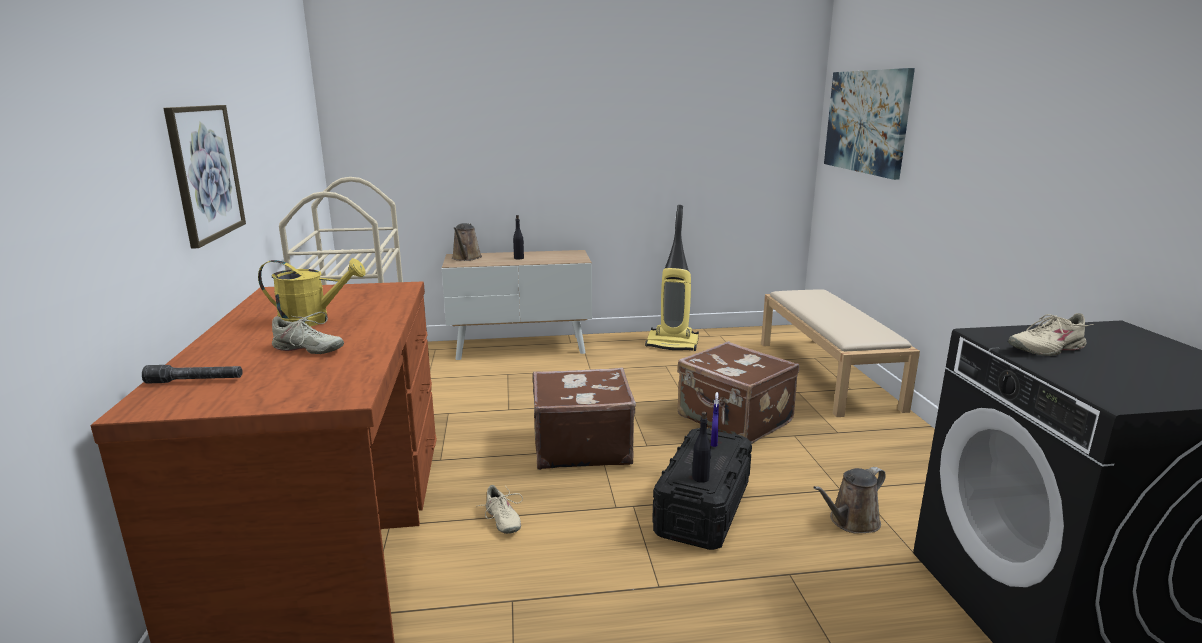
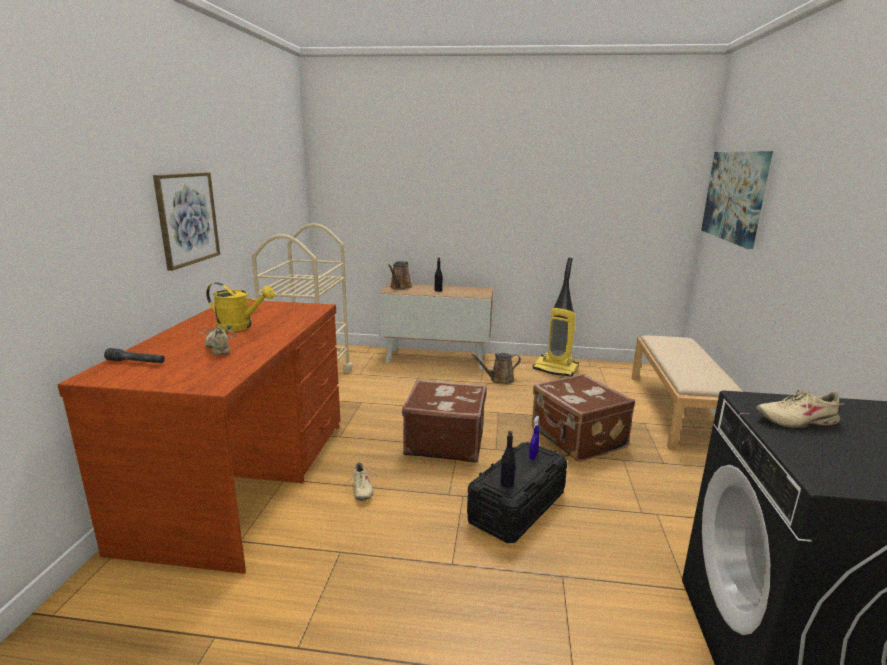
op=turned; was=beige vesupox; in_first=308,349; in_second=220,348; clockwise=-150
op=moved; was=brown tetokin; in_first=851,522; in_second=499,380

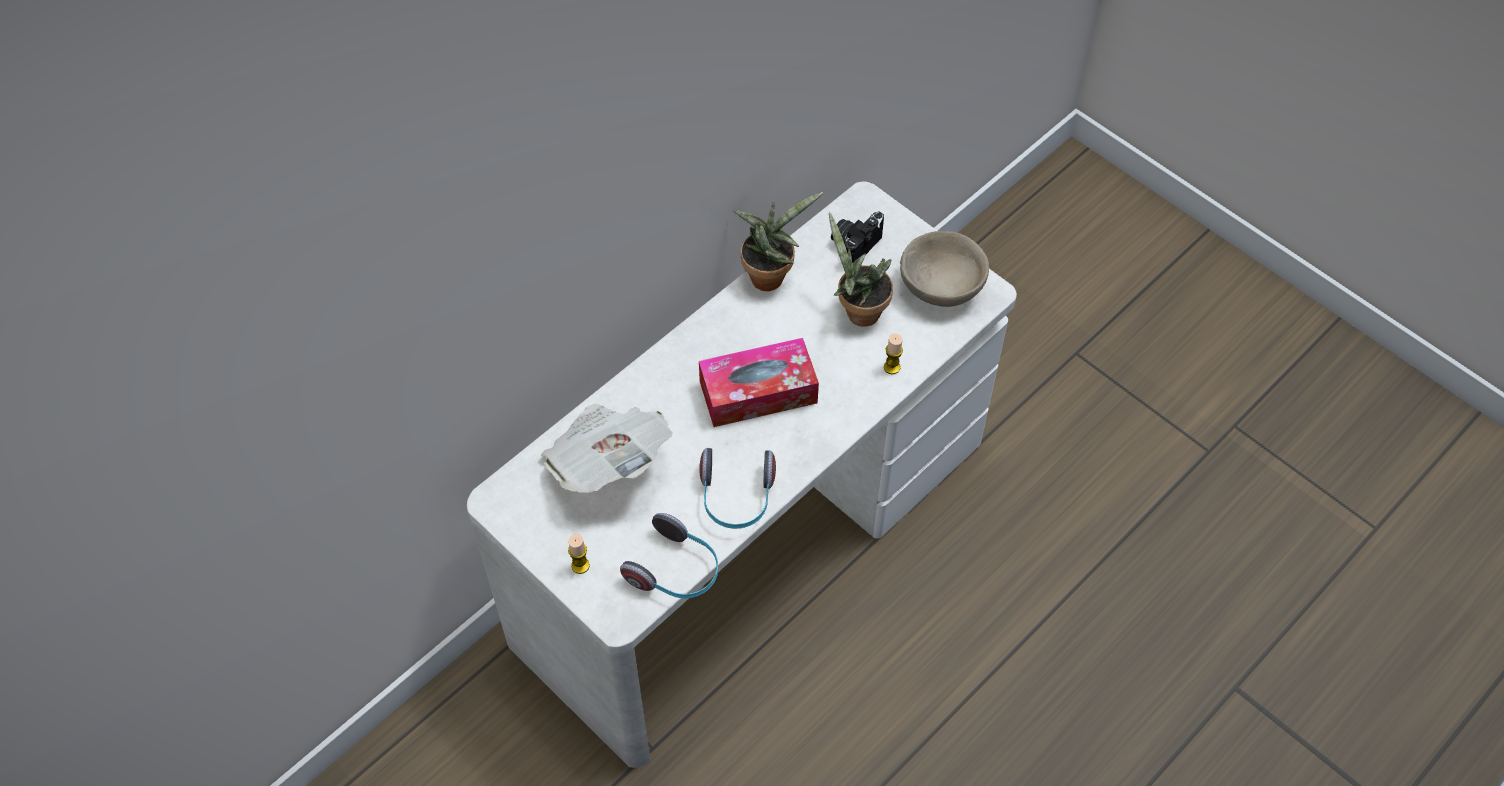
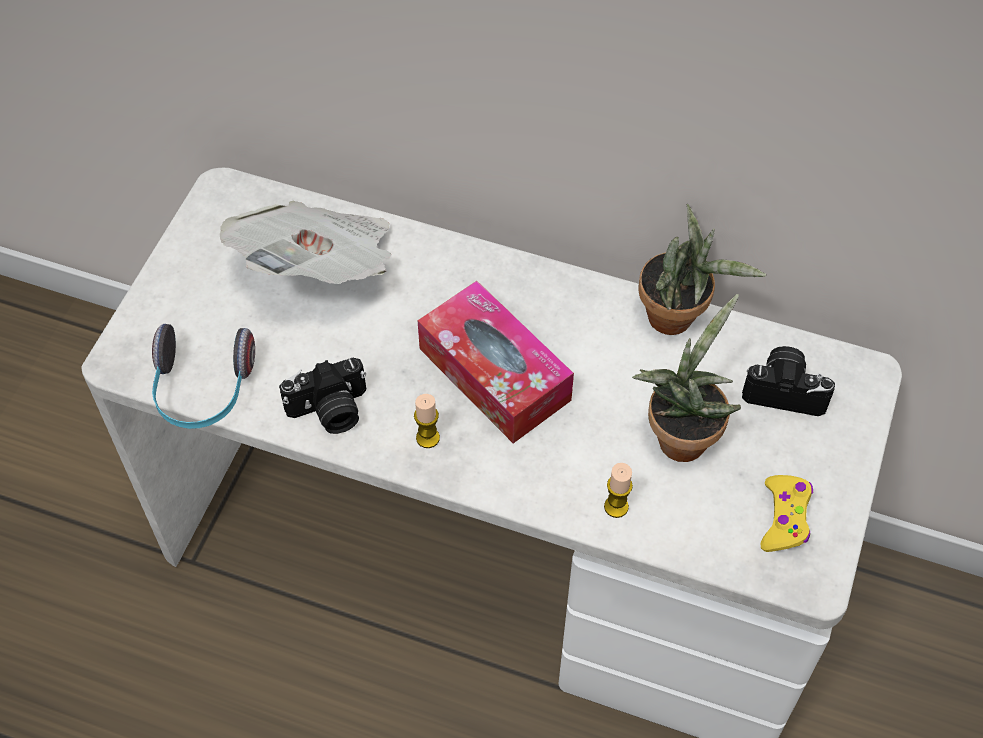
op=replaced; was=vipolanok; now=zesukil; in_first=736,498; in_second=330,411
op=moved; was=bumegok; in_first=580,565; in_second=427,438
op=replaced; was=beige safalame; now=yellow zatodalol; in_first=942,286; in_second=785,518

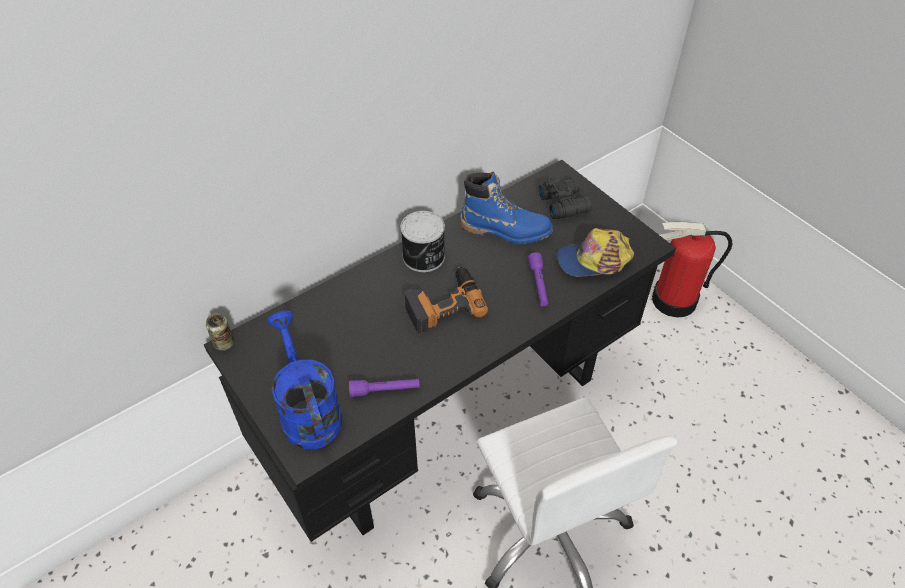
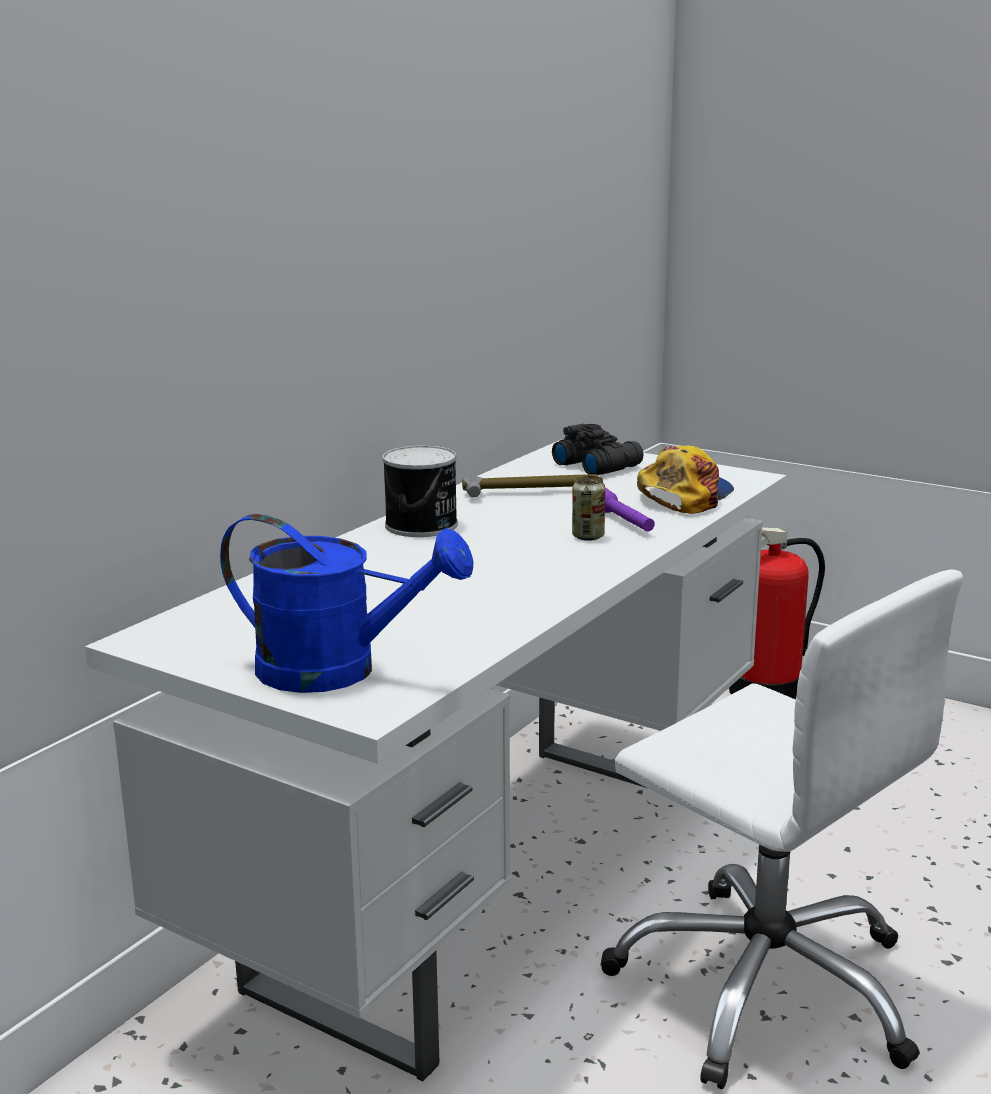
op=recoloured; was=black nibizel; now=white nibizel; in_first=452,412; in_second=496,880
op=turned; was=blue tetokin; in_first=307,411; in_second=338,671; clockwise=150
op=replaced; was=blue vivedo; now=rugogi; in_first=505,230; in_second=530,492
op=moved; was=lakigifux; in_first=224,343; in_second=588,536
op=turned; was=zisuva; in_first=594,260; in_second=684,496; clockwise=150
op=removed; was=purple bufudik; in_first=385,390
op=removed; was=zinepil; in_first=443,304

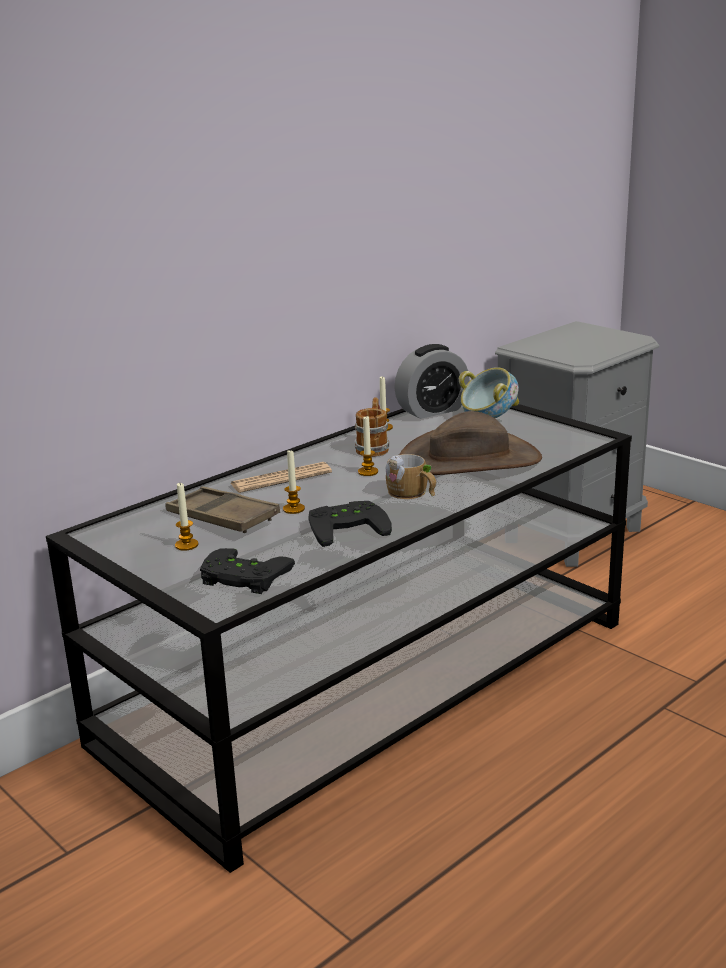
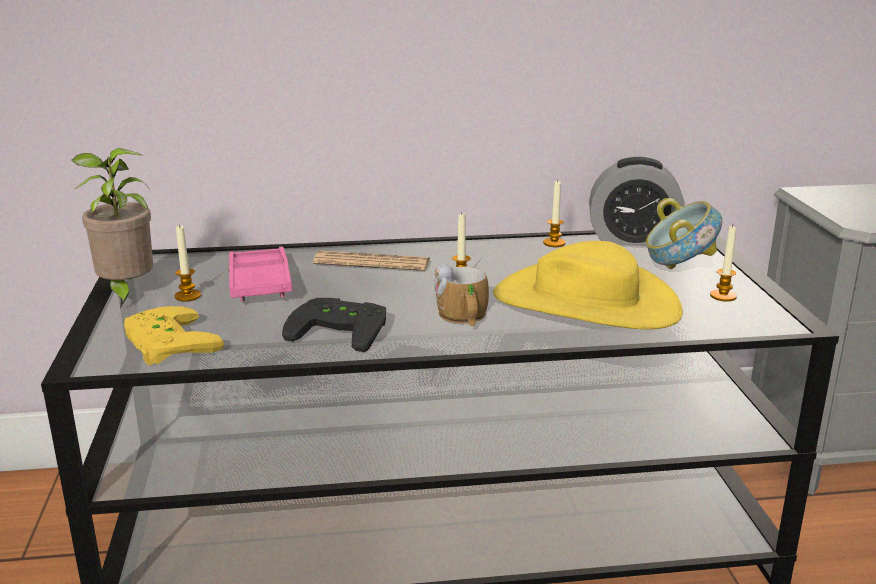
op=added; now=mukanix; in_second=126,293
op=recoloured; was=black zatodalol; now=yellow zatodalol; in_first=242,578; in_second=164,343
op=recoloured; was=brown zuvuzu; now=pink zuvuzu; in_first=222,518; in_second=259,282
op=recoloured; was=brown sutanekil; now=yellow sutanekil; in_first=469,460; in_second=586,302
op=moved; was=bumegok; in_first=293,509; in_second=723,296
op=removed; was=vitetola; in_first=373,448

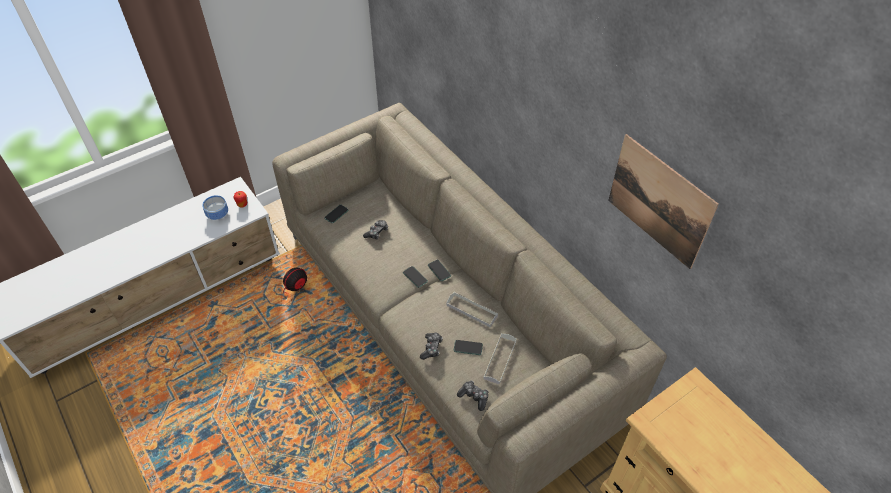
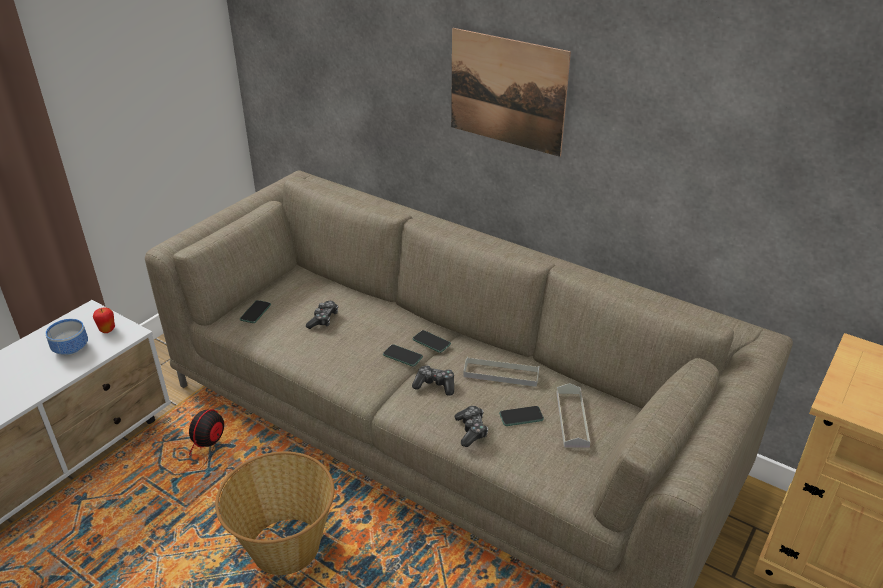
op=added; now=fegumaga; in_second=284,547
op=moved; was=zatodalol; in_first=474,397; in_second=435,385
op=moved; was=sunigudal; in_first=659,201; in_second=507,91

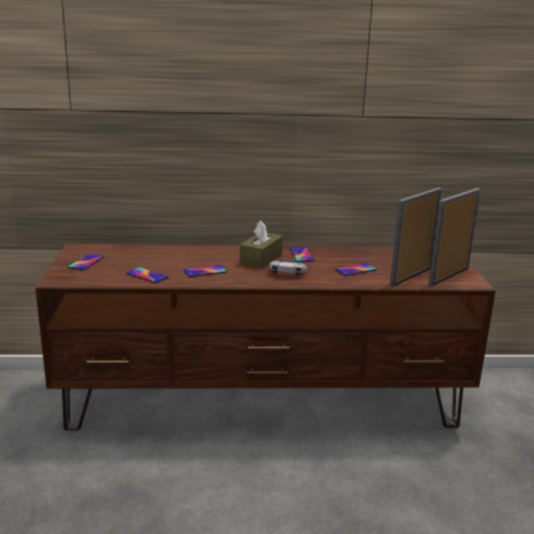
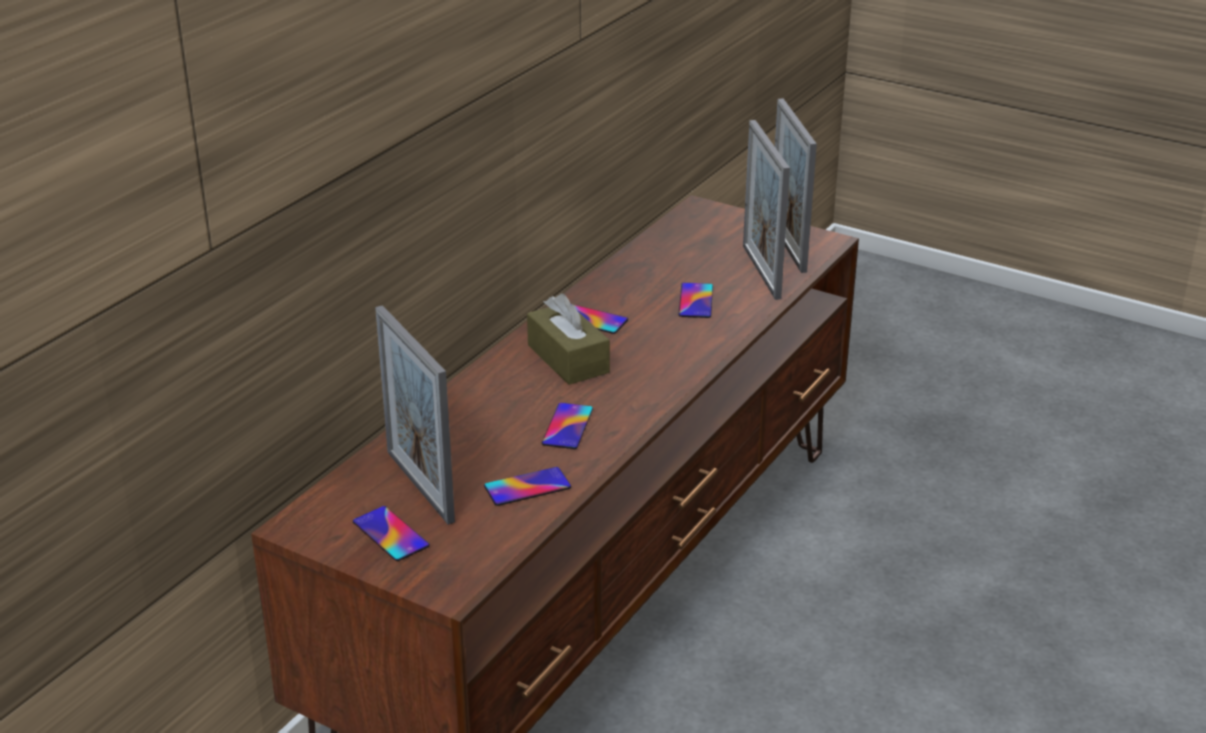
op=added; now=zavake; in_second=420,486
op=removed; was=zatodalol; in_first=287,273

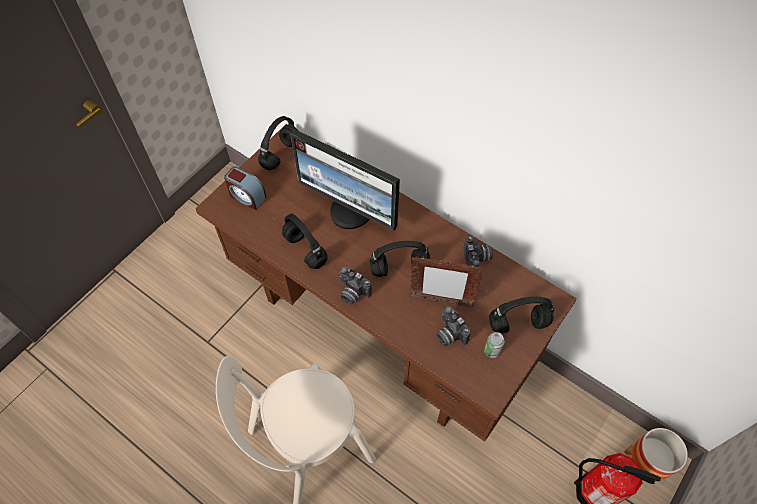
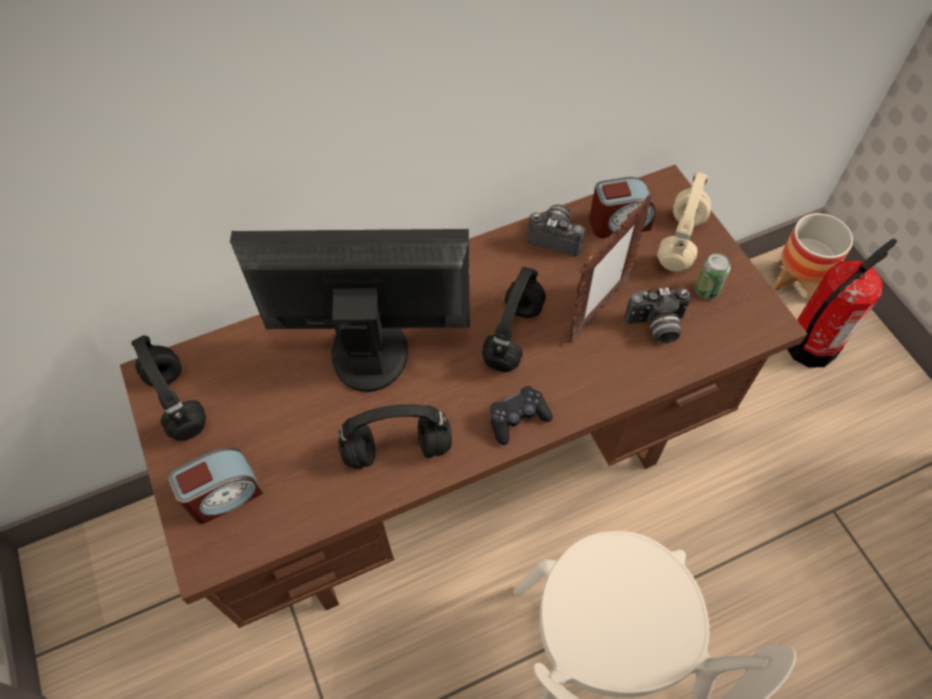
op=turned; was=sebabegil; in_first=351,211; in_second=368,349; clockwise=-150
op=replaced; was=zesukil; now=black zatodalol; in_first=352,292; in_second=517,418
op=added; now=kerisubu; in_second=619,223
op=recoloured; was=black vipolanok; now=beige vipolanok; in_first=517,324; in_second=680,242

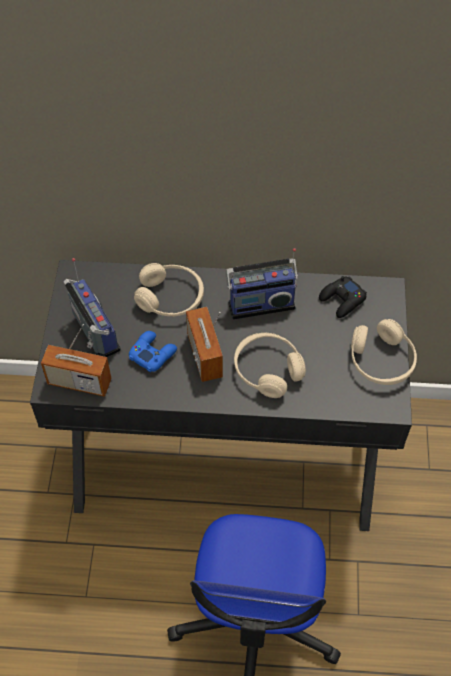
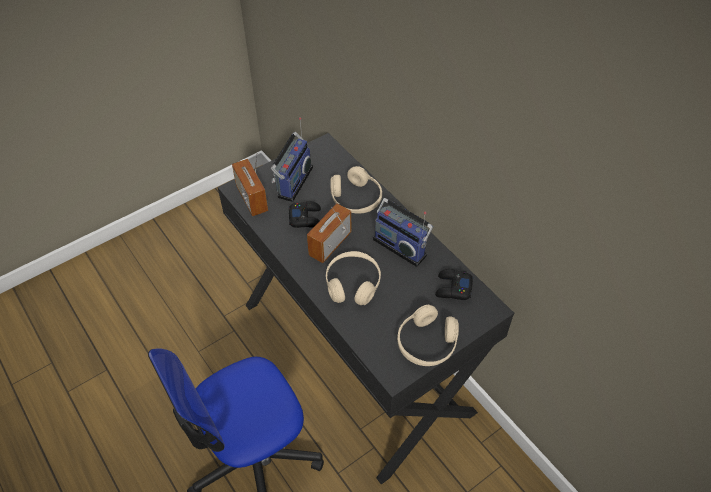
op=recoloured; was=blue zatodalol; now=black zatodalol; in_first=152,353; in_second=306,218

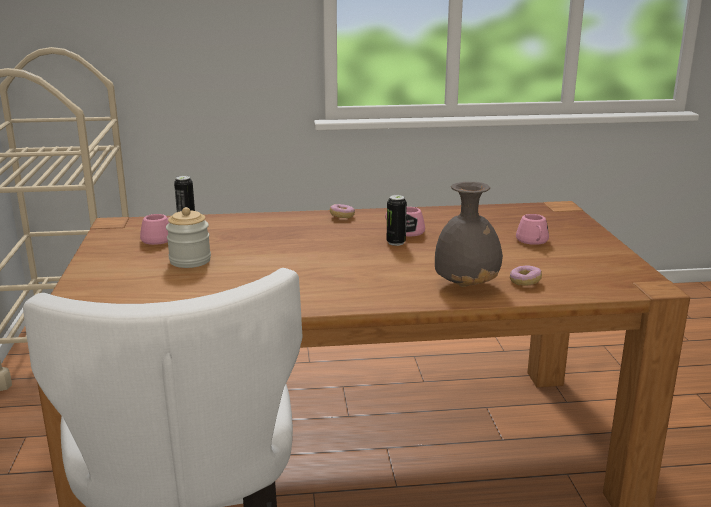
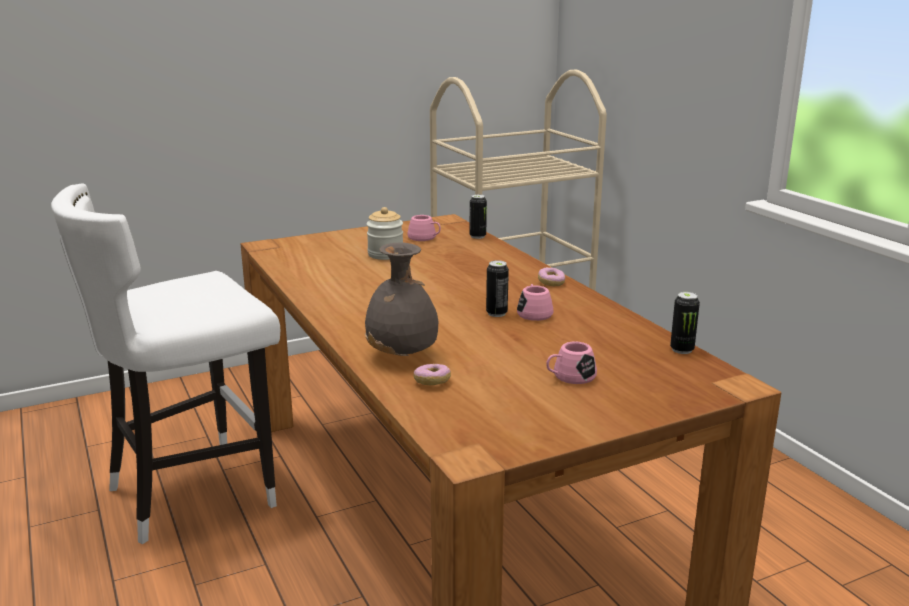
op=added; now=lakigifux; in_second=682,350

